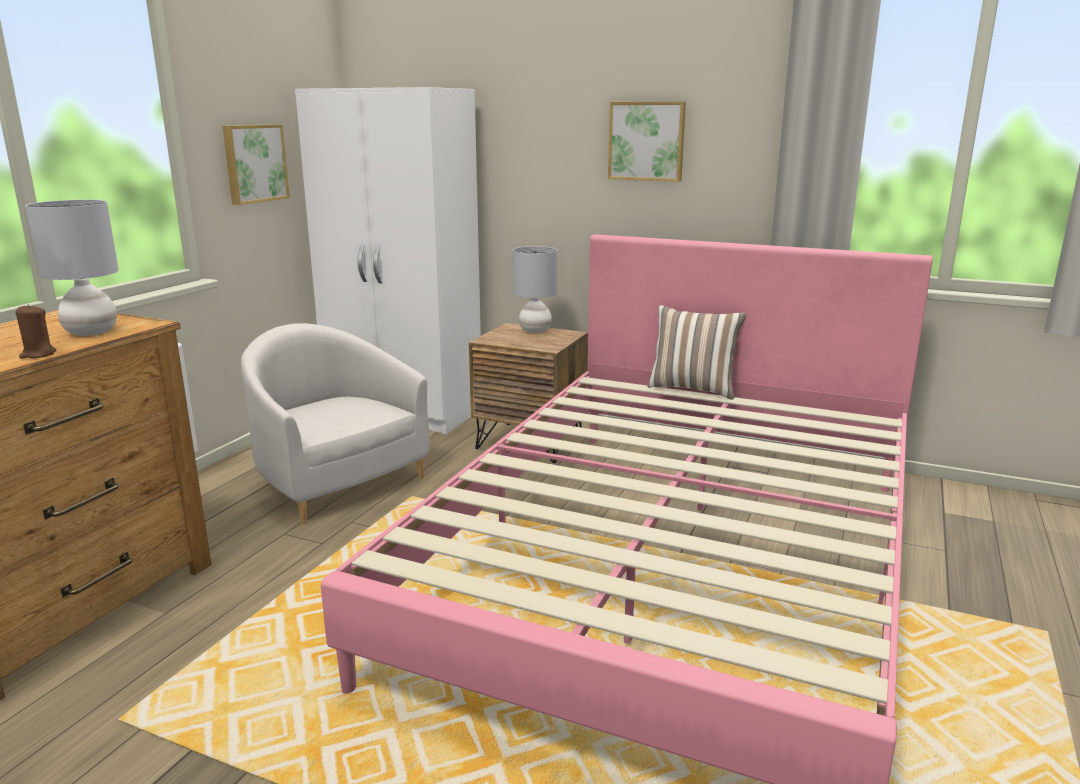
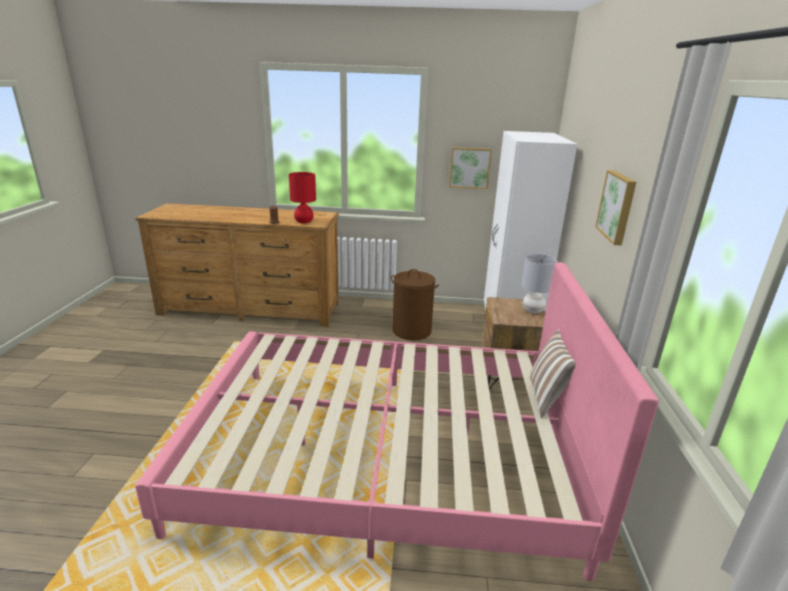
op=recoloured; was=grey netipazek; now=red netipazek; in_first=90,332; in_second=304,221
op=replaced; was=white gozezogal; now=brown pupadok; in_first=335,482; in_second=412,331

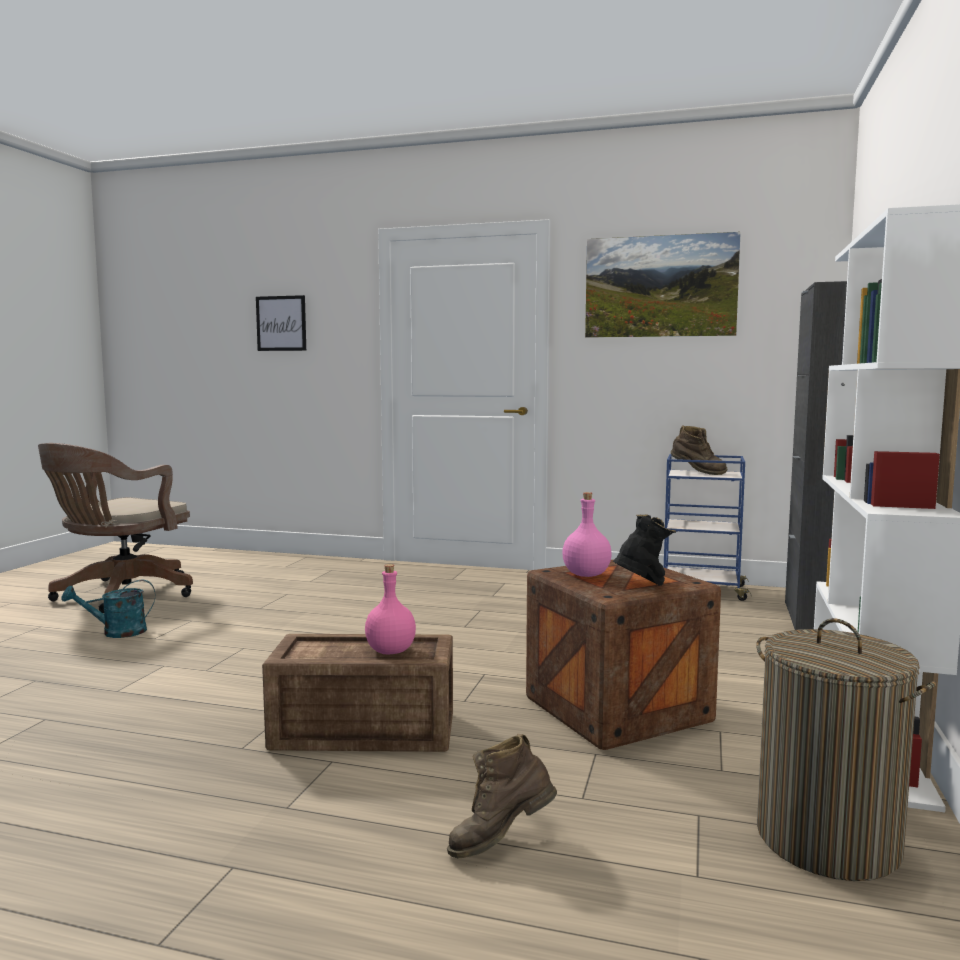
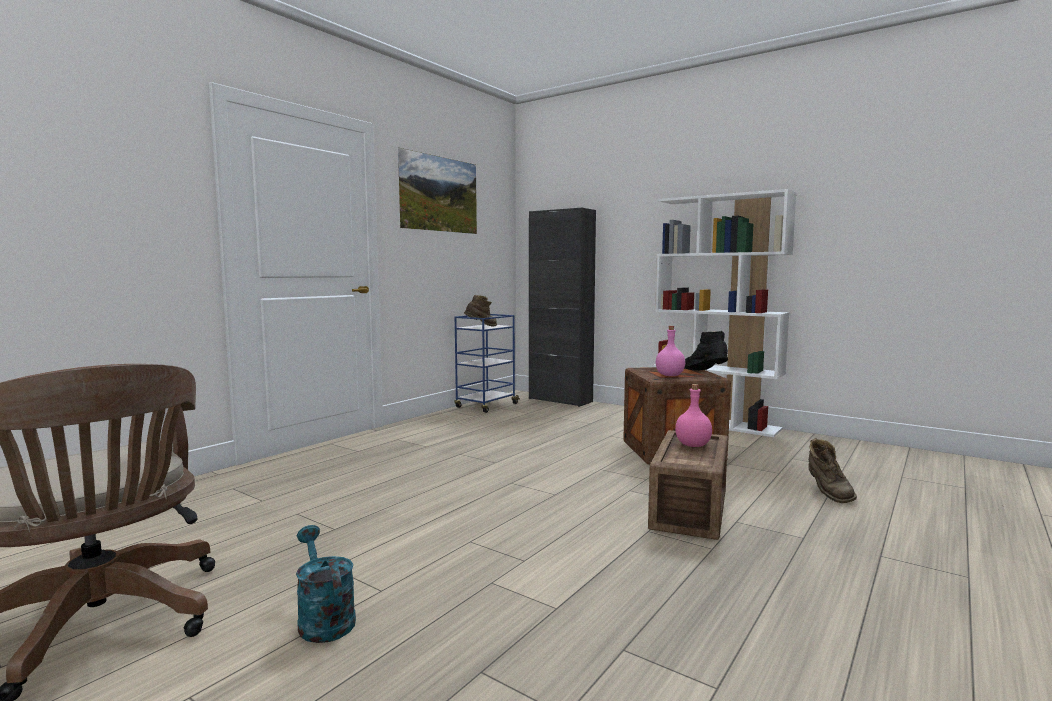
op=turned; was=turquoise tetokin; in_first=116,633; in_second=323,619; clockwise=150
op=removed; was=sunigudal; in_first=281,323
op=removed; was=pupadok; in_first=828,840

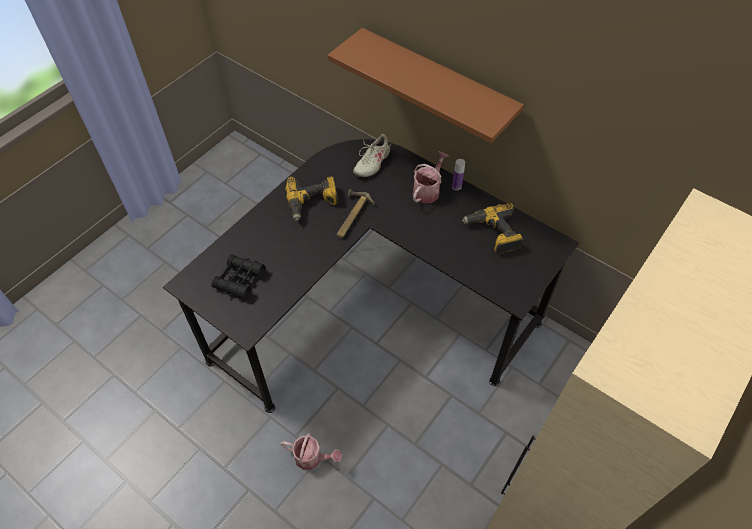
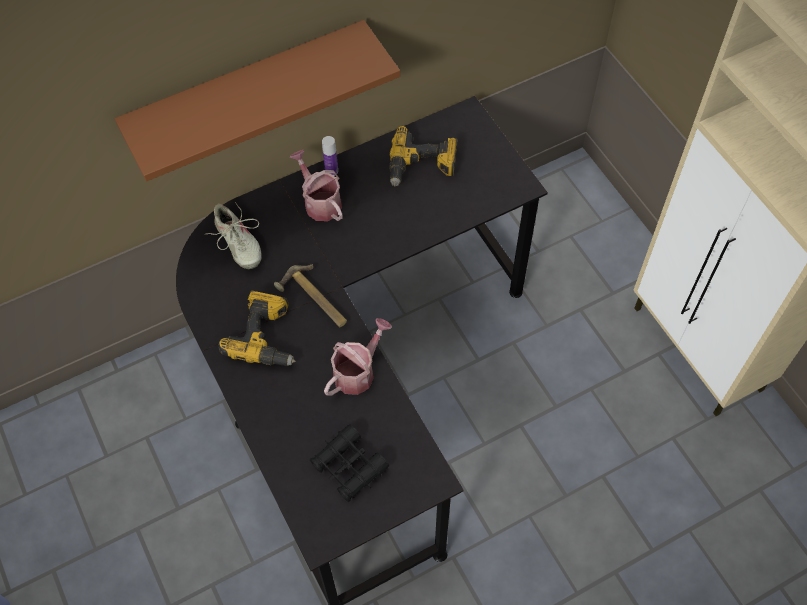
op=moved; was=tetokin; in_first=312,458; in_second=358,371

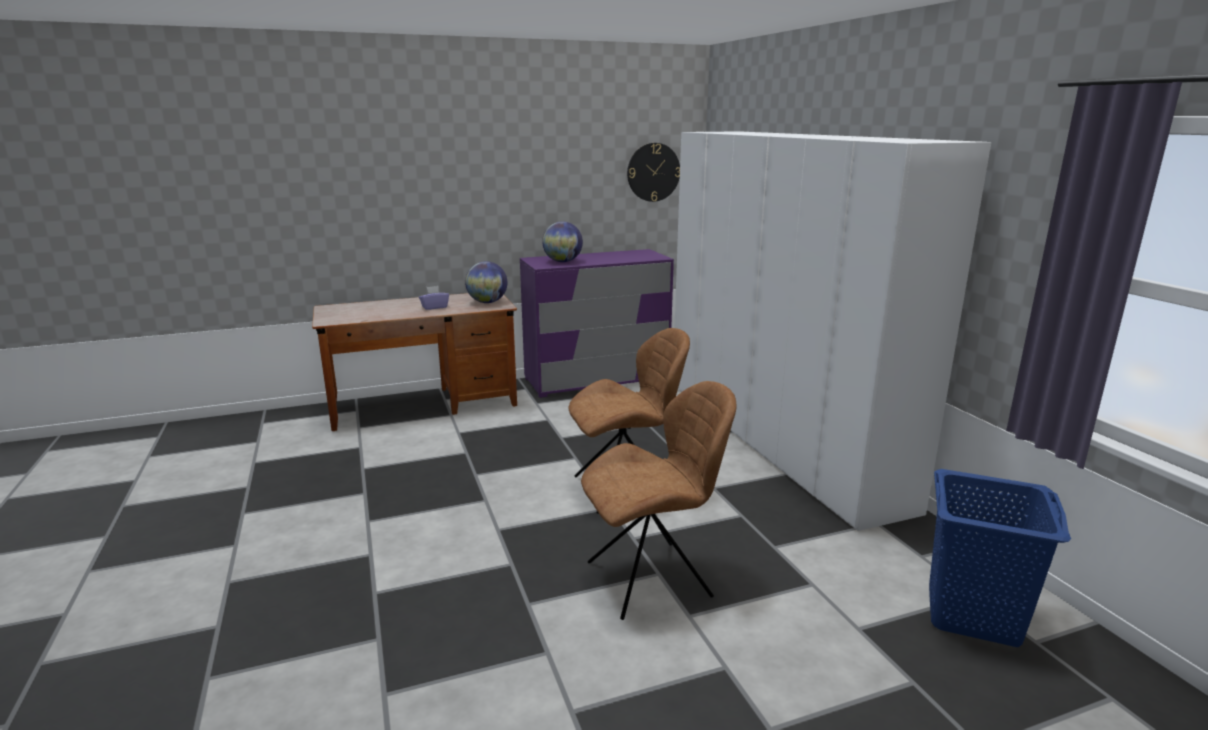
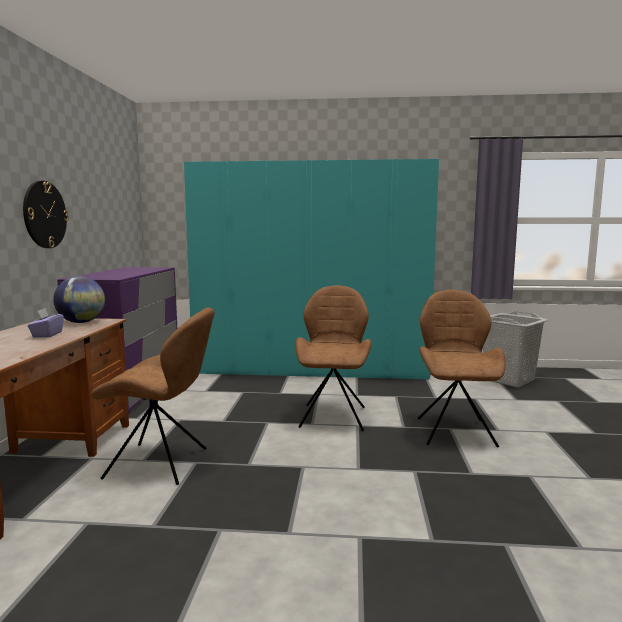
op=moved; was=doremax; in_first=653,172; in_second=44,214
op=added; now=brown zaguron; in_second=161,464
op=recoloured; was=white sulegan; now=turquoise sulegan; in_first=776,439; in_second=312,369
op=recoloured; was=blue pupadok; now=grey pupadok; in_first=973,615; in_second=509,380
op=removed; was=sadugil; in_first=563,261

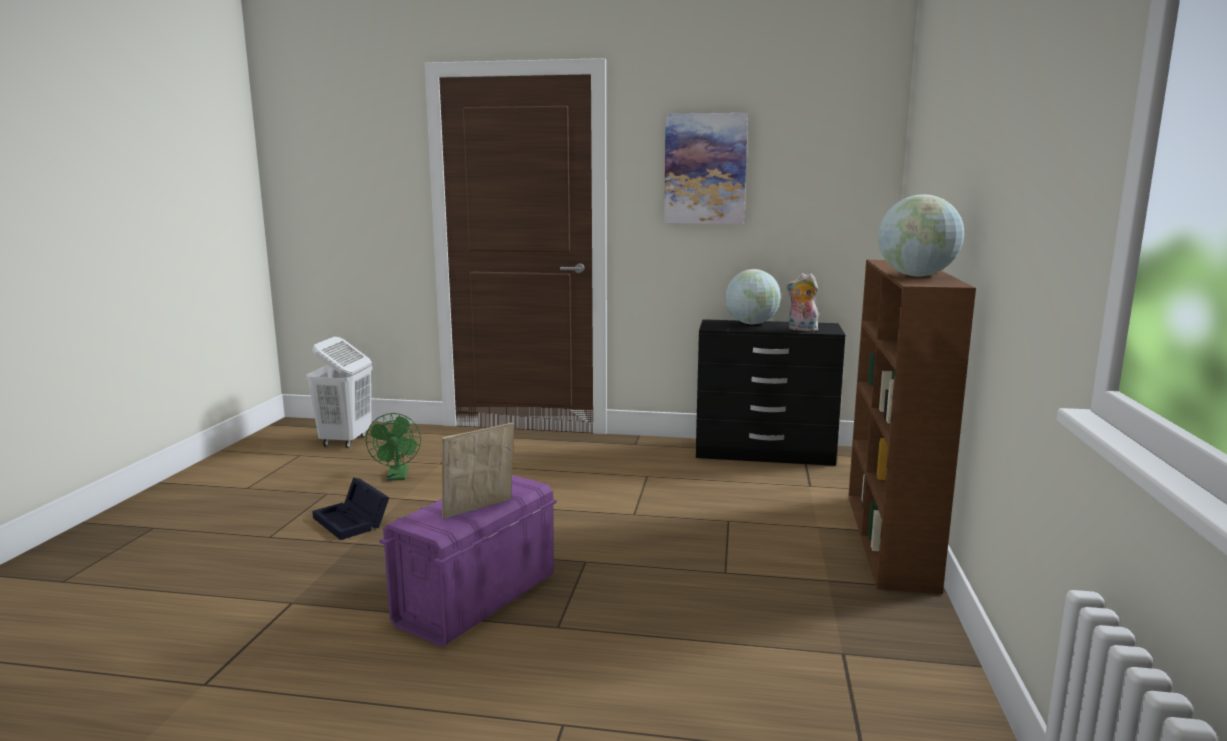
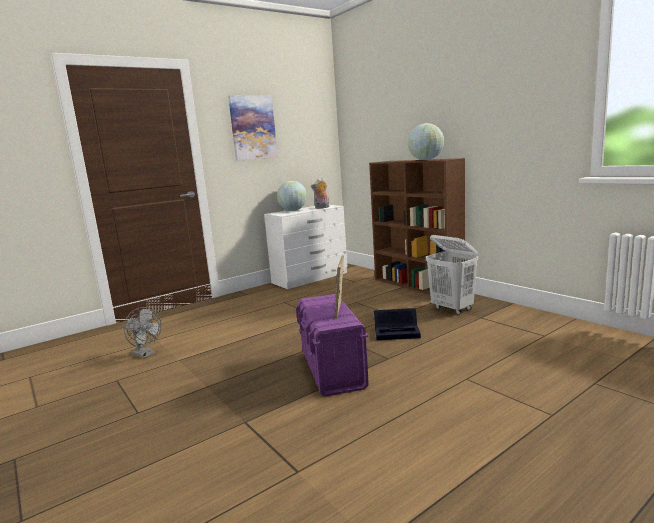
op=recoloured; was=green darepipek; now=grey darepipek; in_first=397,477; in_second=146,354
op=recoloured; was=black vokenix; now=white vokenix; in_first=765,453; in_second=311,278
op=moved; was=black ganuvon; in_first=353,521; in_second=398,332
op=moved; was=white pupadok; in_first=345,441; in_second=452,309

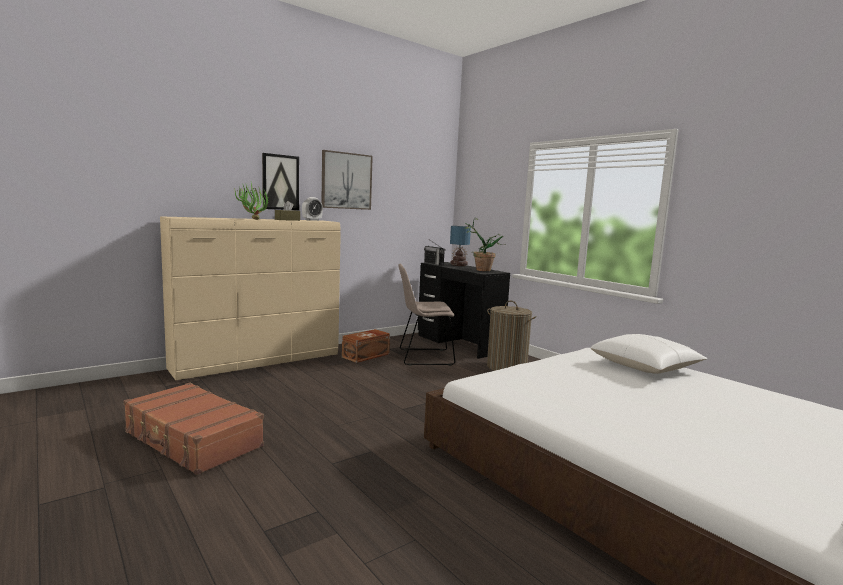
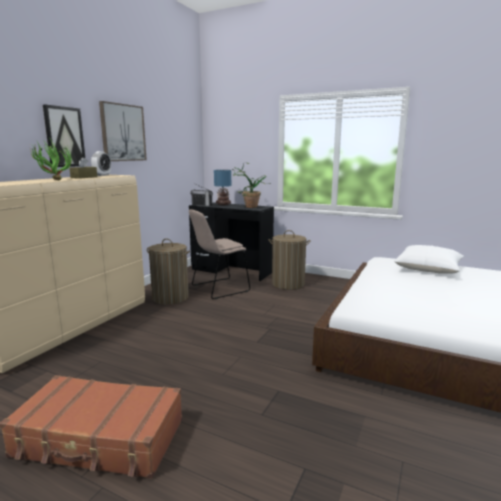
op=replaced; was=brown ganuvon; now=pupadok; in_first=366,355; in_second=170,297

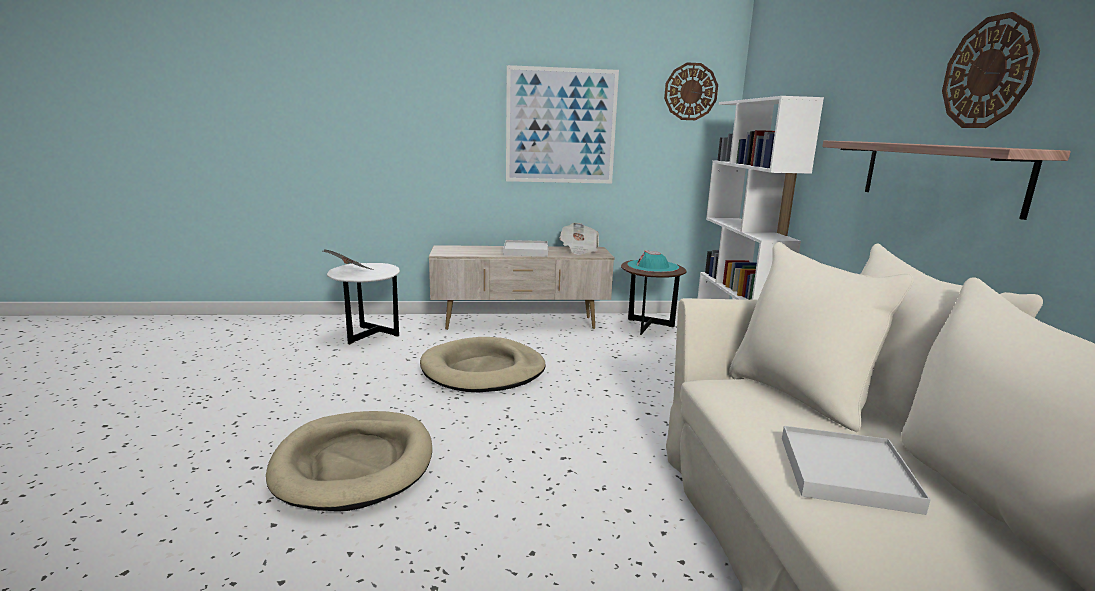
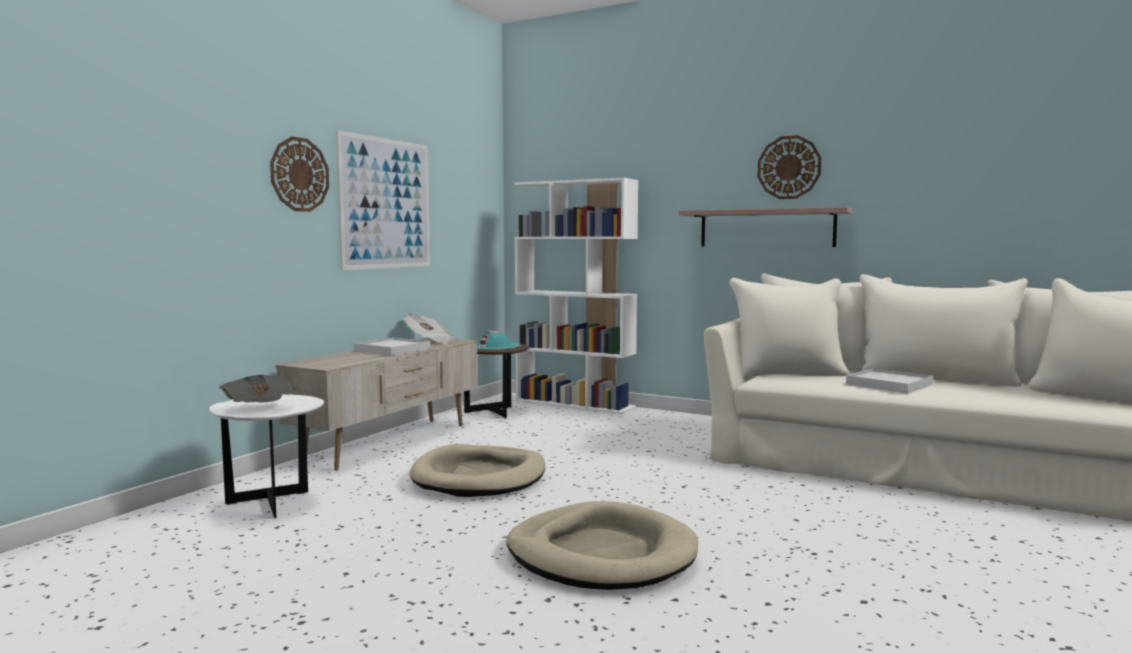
op=moved; was=doremax; in_first=690,91; in_second=299,174

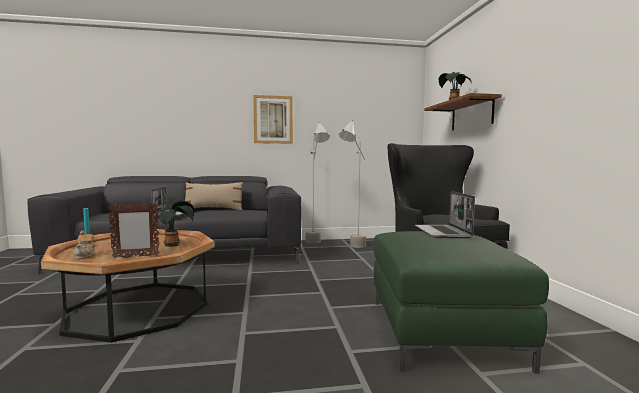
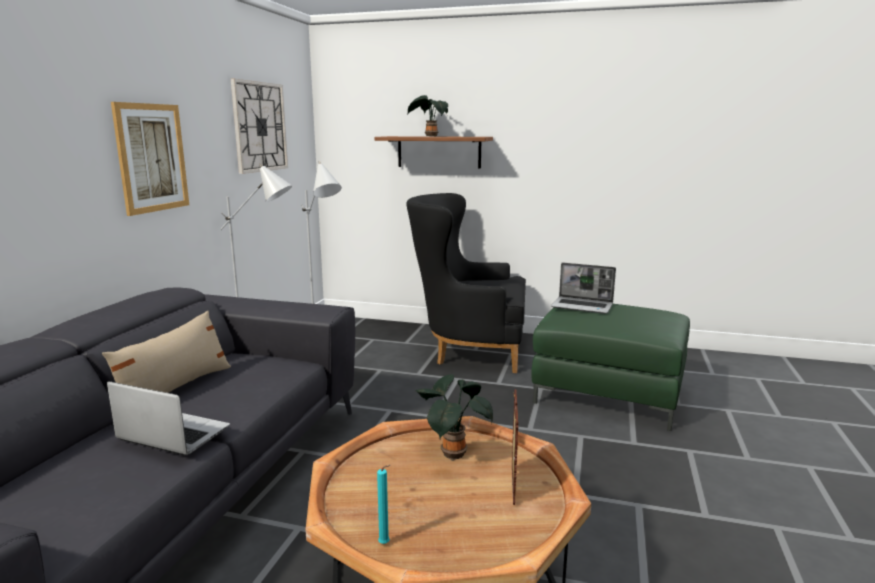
op=added; now=doremax; in_second=260,127
op=removed; was=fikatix; in_first=85,256

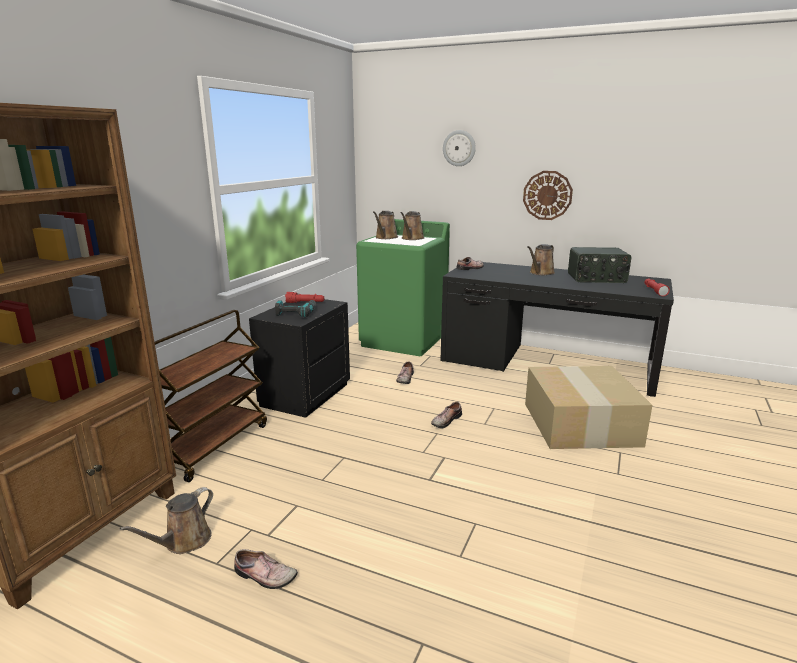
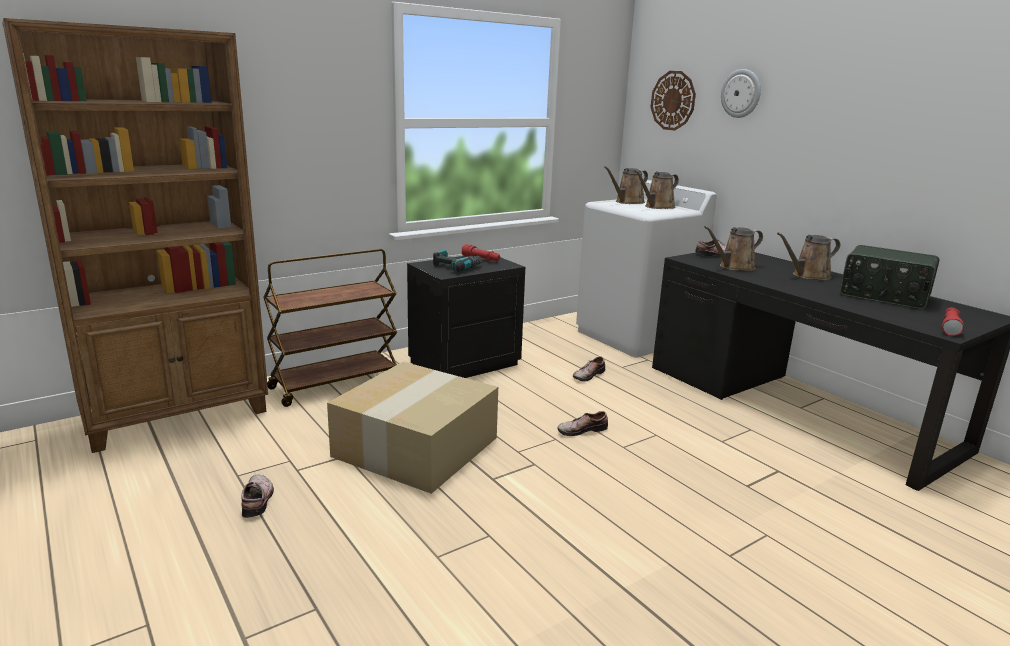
op=turned; was=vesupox; in_first=264,576; in_second=258,500; clockwise=-150
op=moved; was=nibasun; in_first=578,423; in_second=415,445
op=recoloured; was=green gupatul; now=white gupatul; in_first=404,340; in_second=636,336
op=moved; was=doremax; in_first=547,195; in_second=673,100
op=moved; was=brown tetokin; in_first=184,542; in_second=734,267

